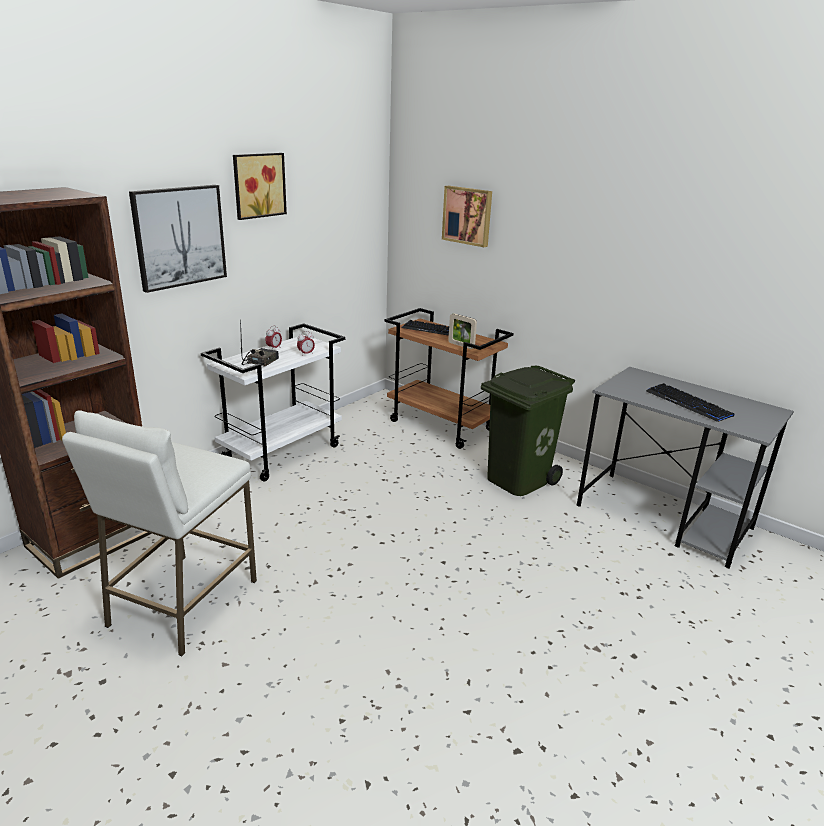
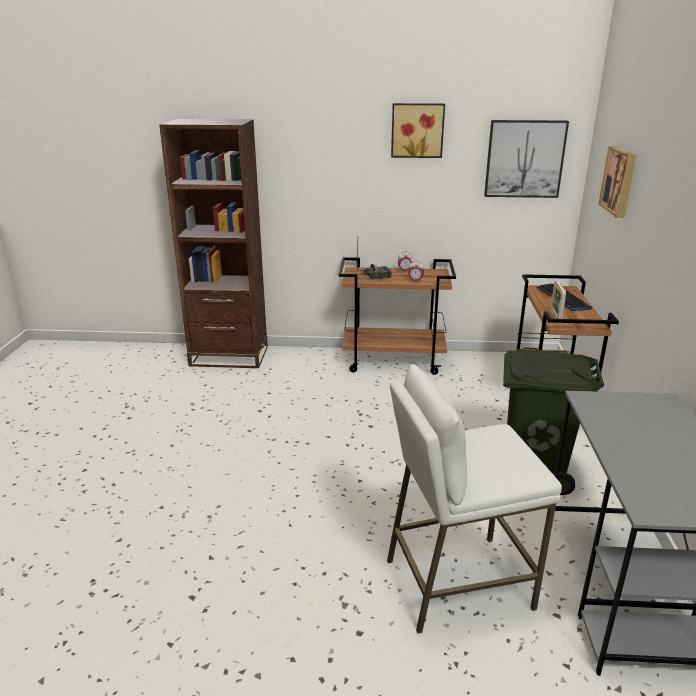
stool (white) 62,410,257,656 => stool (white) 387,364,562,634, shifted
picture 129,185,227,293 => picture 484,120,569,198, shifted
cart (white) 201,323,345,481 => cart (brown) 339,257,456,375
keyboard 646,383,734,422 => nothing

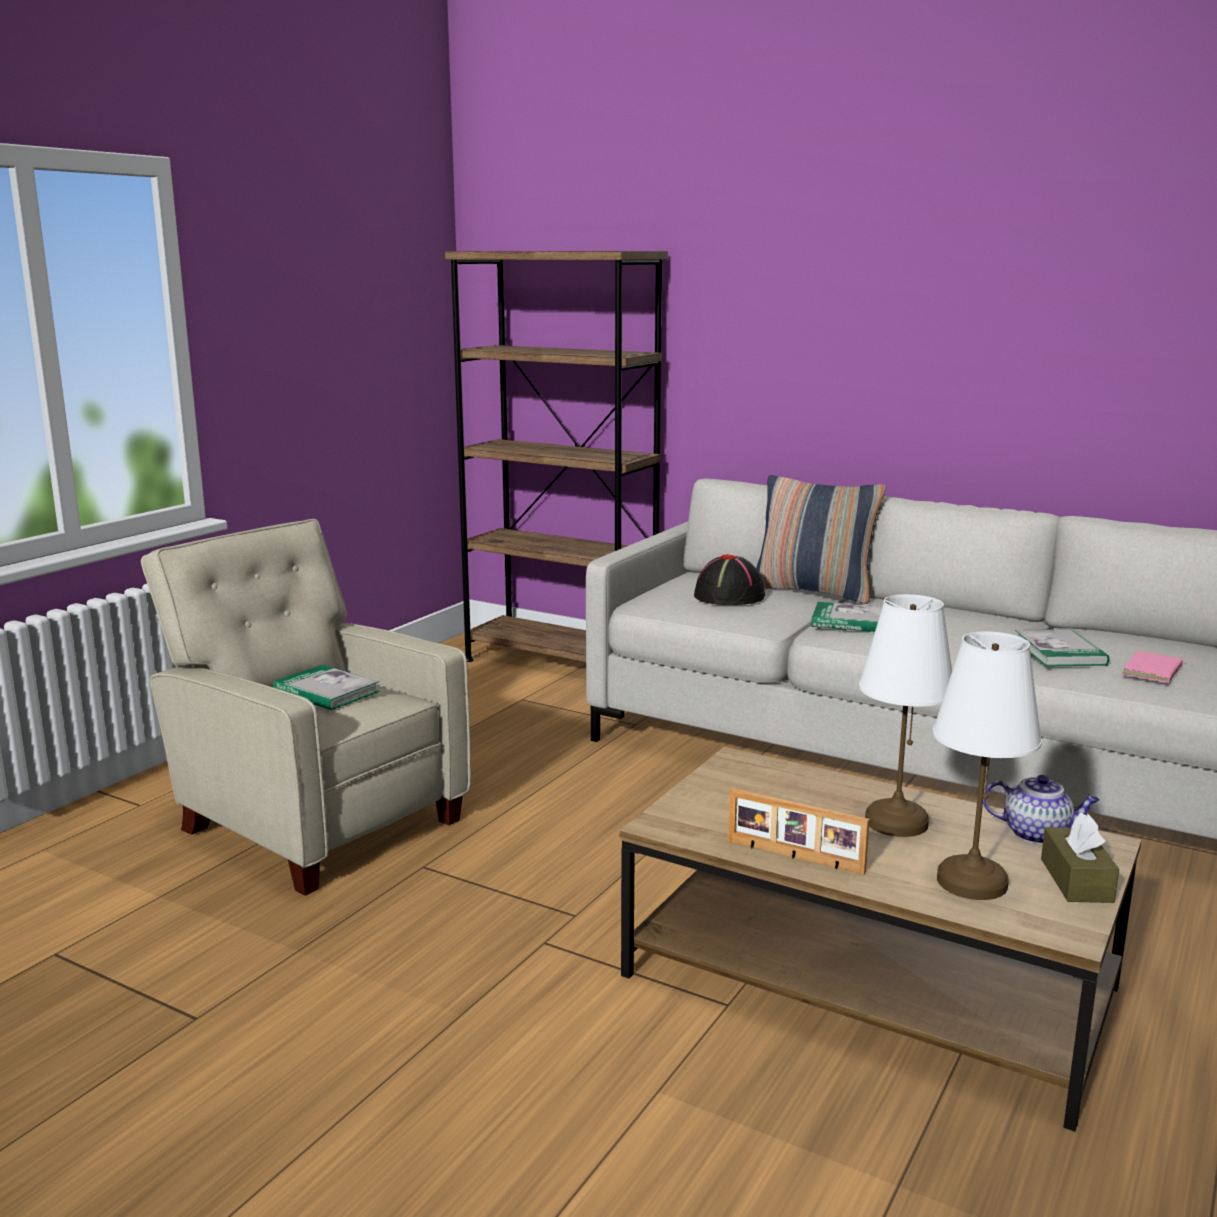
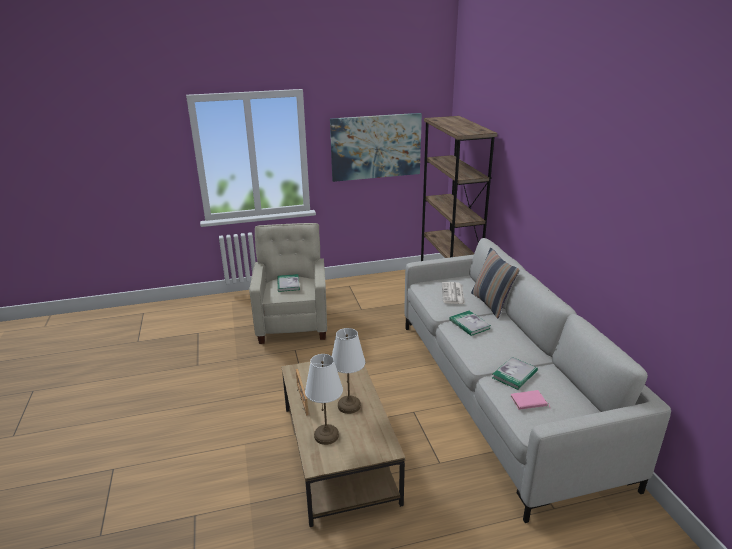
hat (black) 694,554,765,605 => newspaper 442,282,465,304
teapot 983,775,1100,844 => nothing
tissue box (brown) 1041,813,1119,903 => nothing
nothing => picture 330,113,422,182

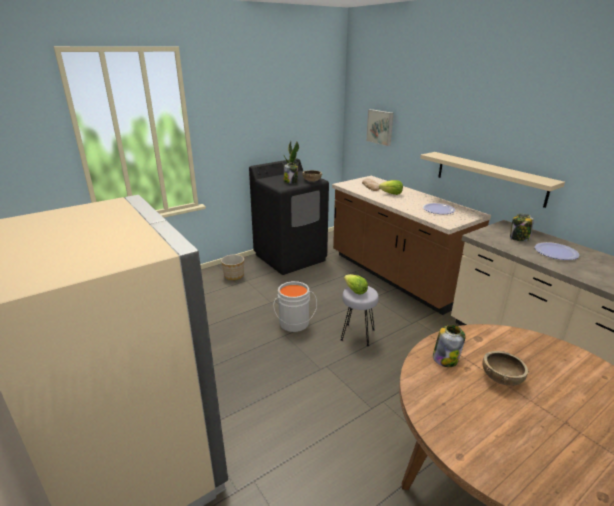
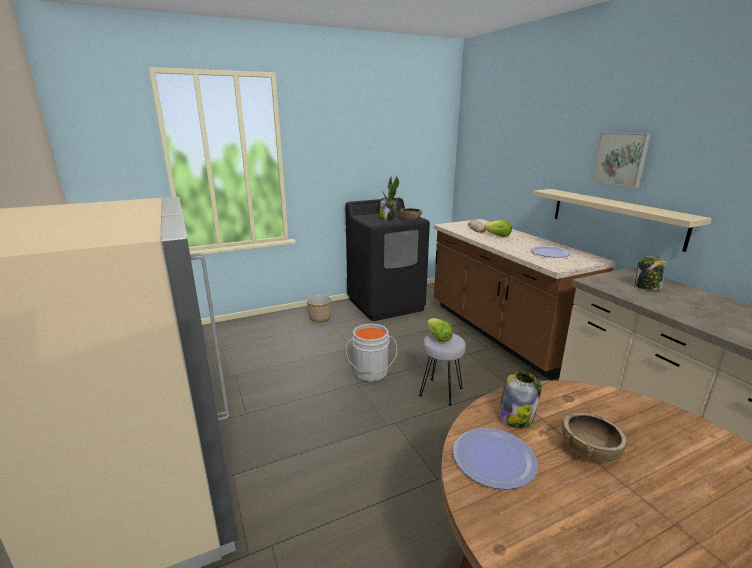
picture 366,109,394,146 => picture 592,132,651,187, shifted
plate 535,242,580,260 => plate 453,428,537,490, shifted

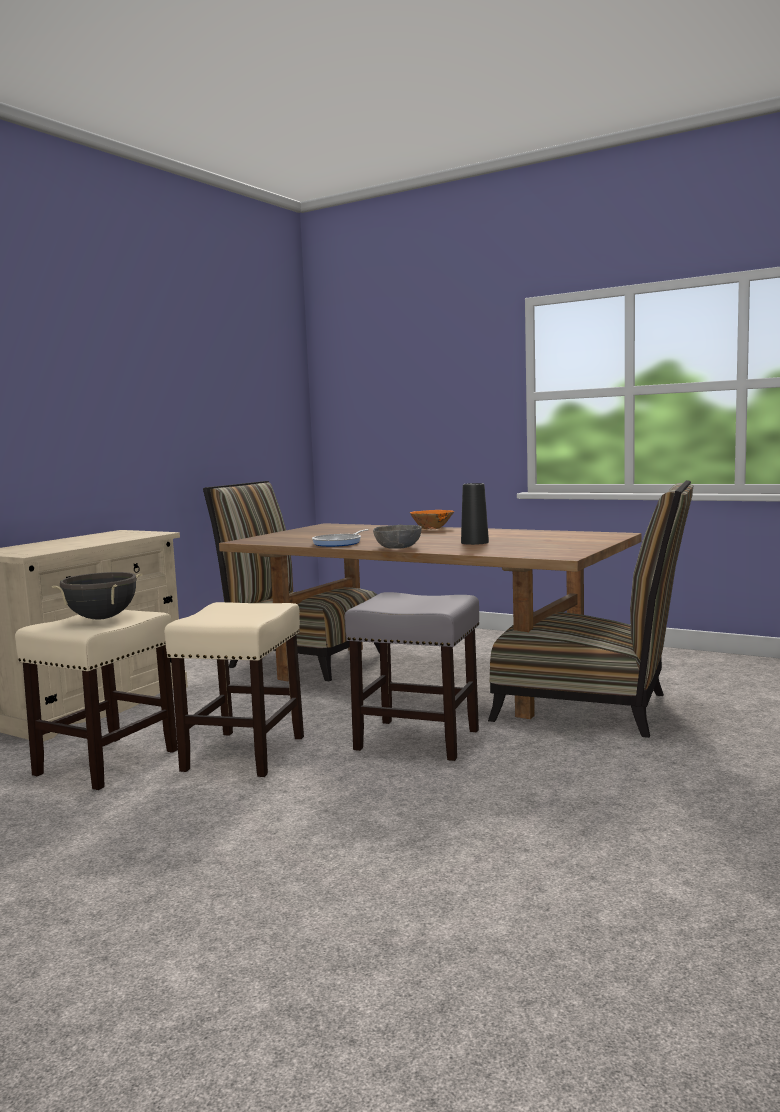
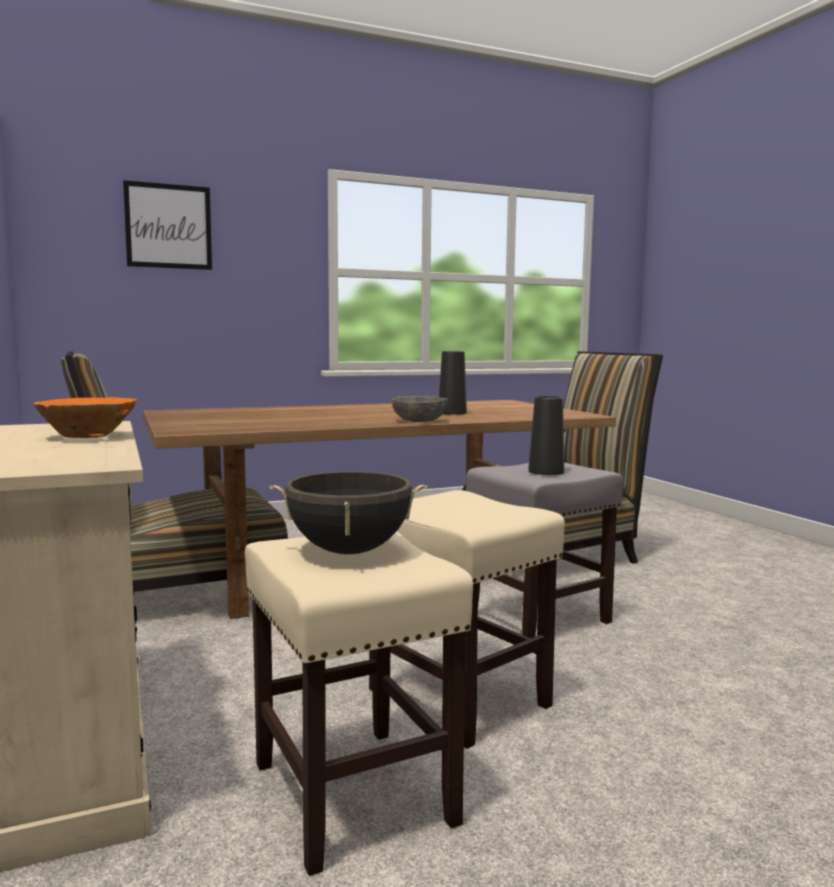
frying pan 312,529,369,547 => nothing
bowl (orange) 410,510,454,529 => bowl (orange) 33,397,137,438, shifted
nothing => picture 123,180,212,270
nothing => vase (black) 528,396,564,475

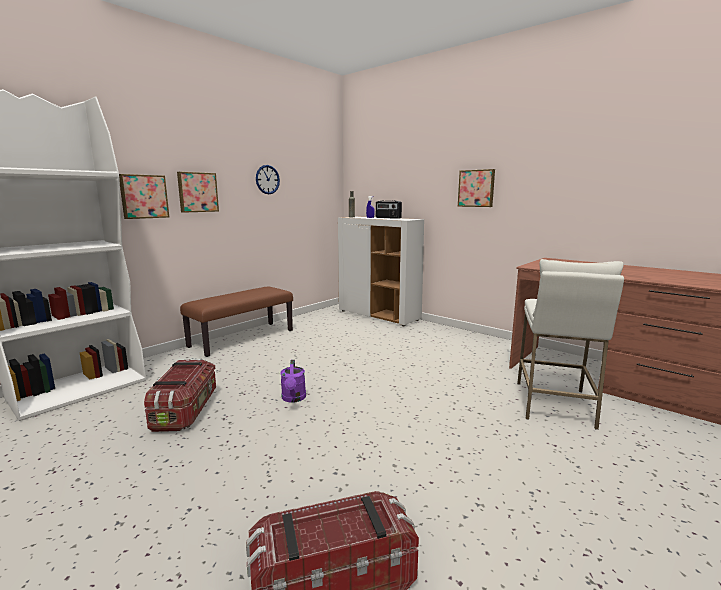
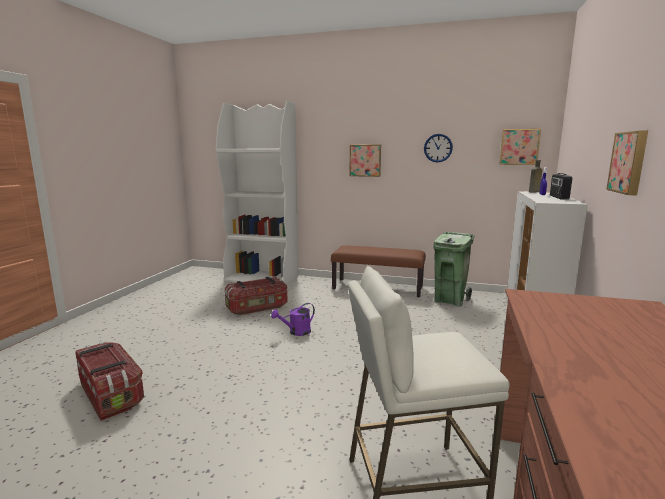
picture 119,174,169,219 => picture 500,129,541,165, shifted
nothing => trash can (green) 433,232,474,307

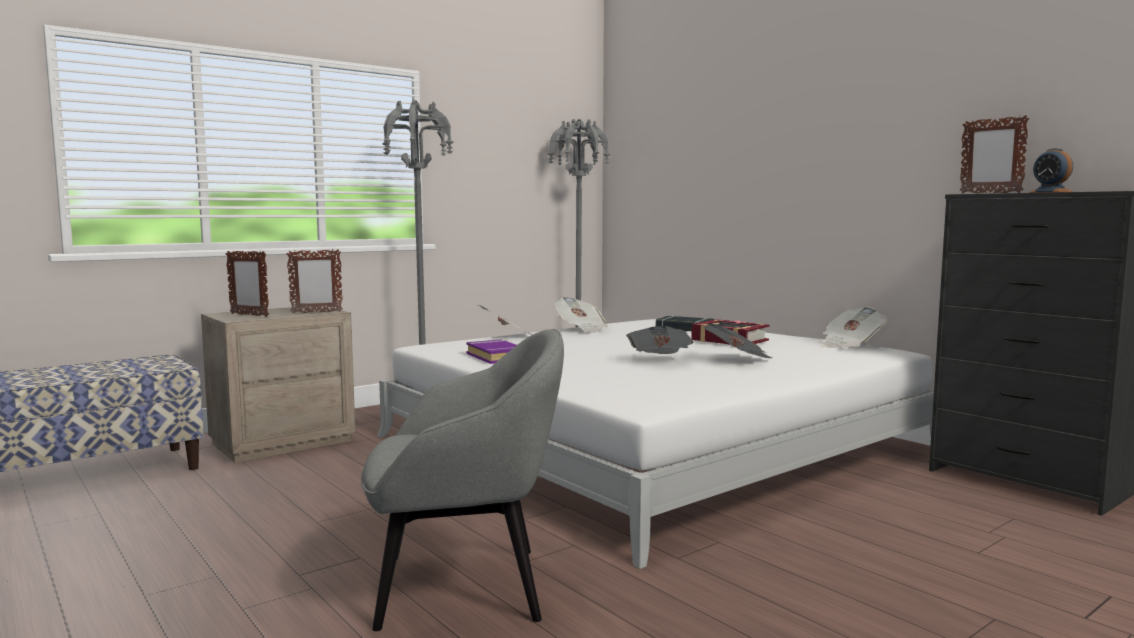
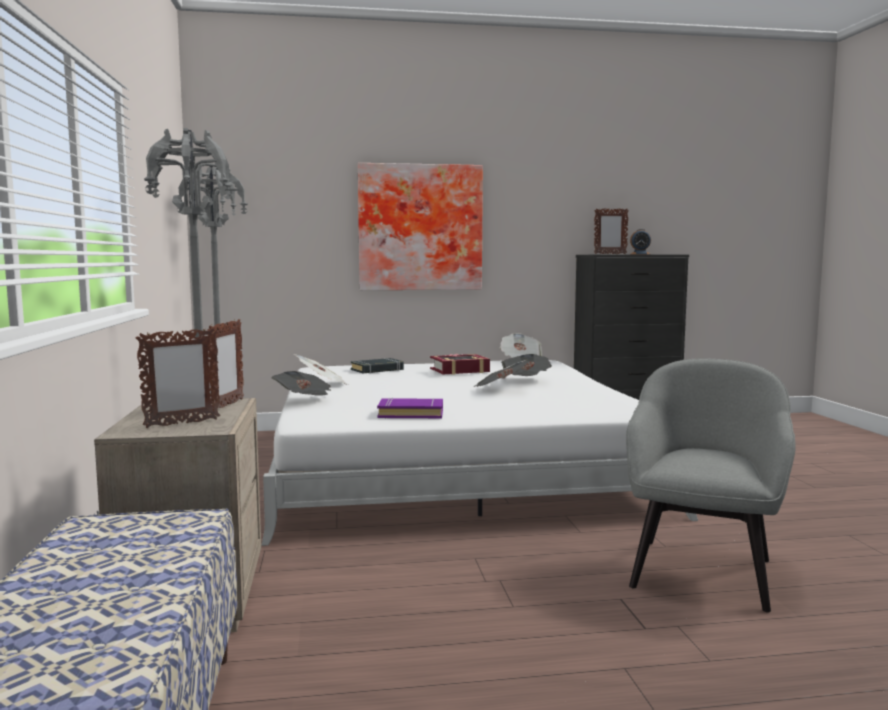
nothing => picture 358,163,483,290

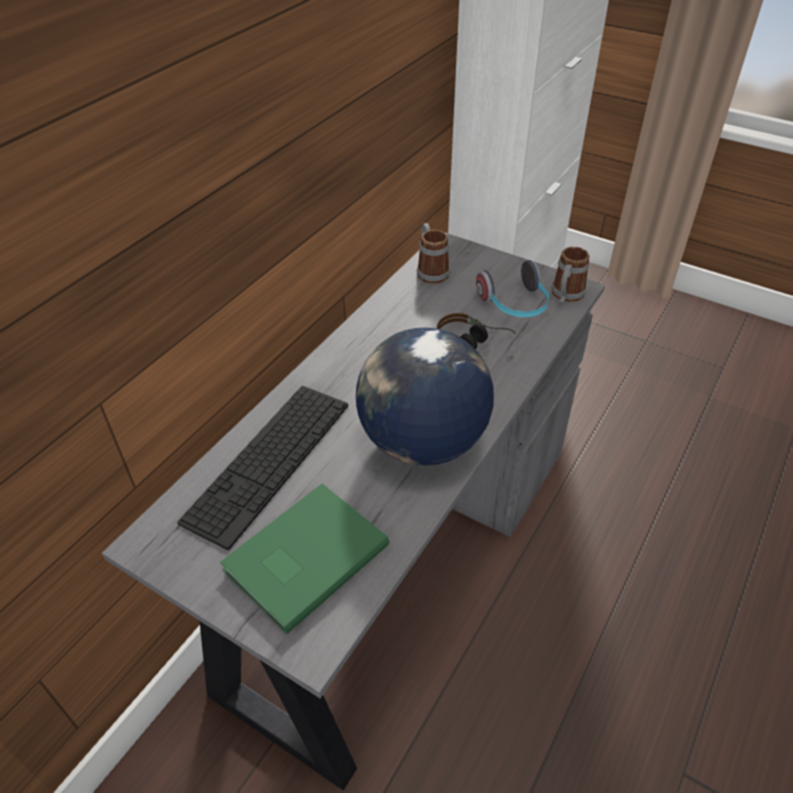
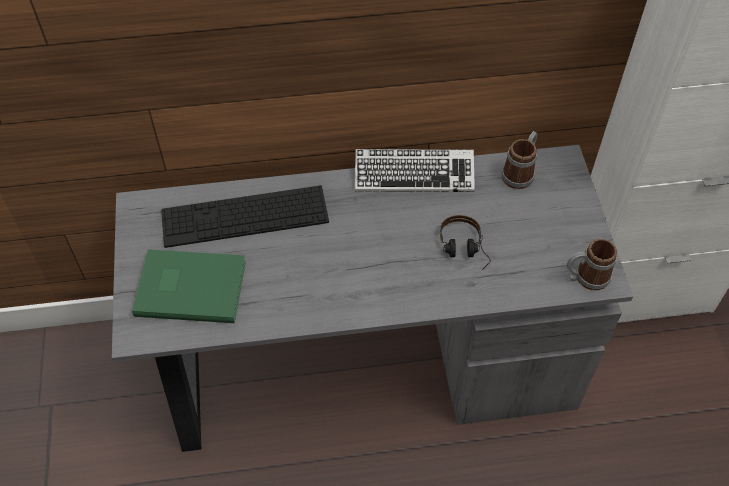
globe 356,328,494,466 => nothing
headphones 476,260,549,317 => nothing
nothing => keyboard 355,149,475,192

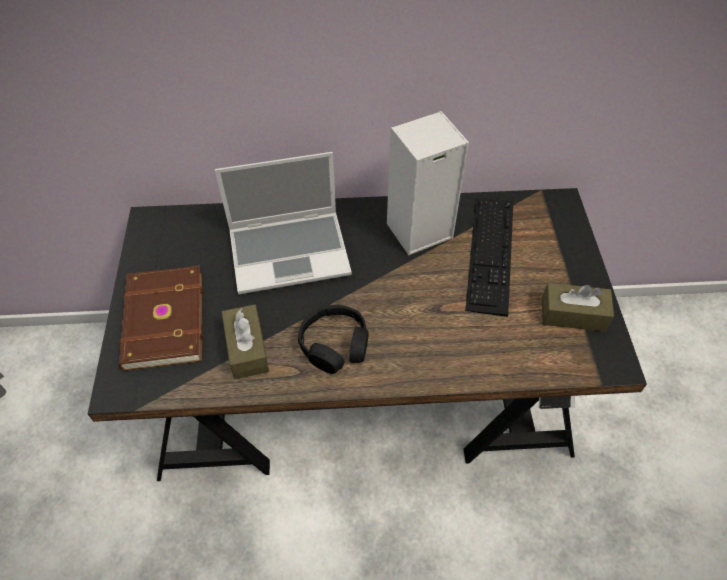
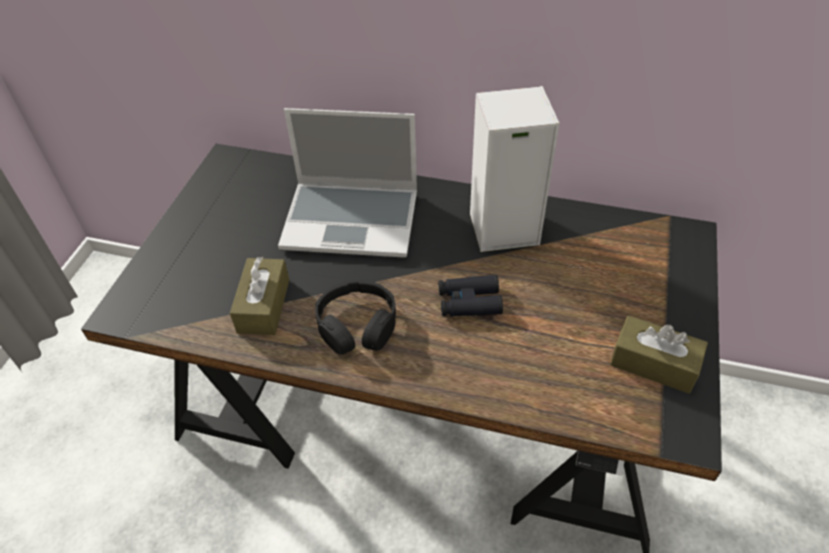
book (brown) 119,266,203,371 => nothing
keyboard 465,198,513,317 => nothing
nothing => binoculars (black) 438,275,503,316

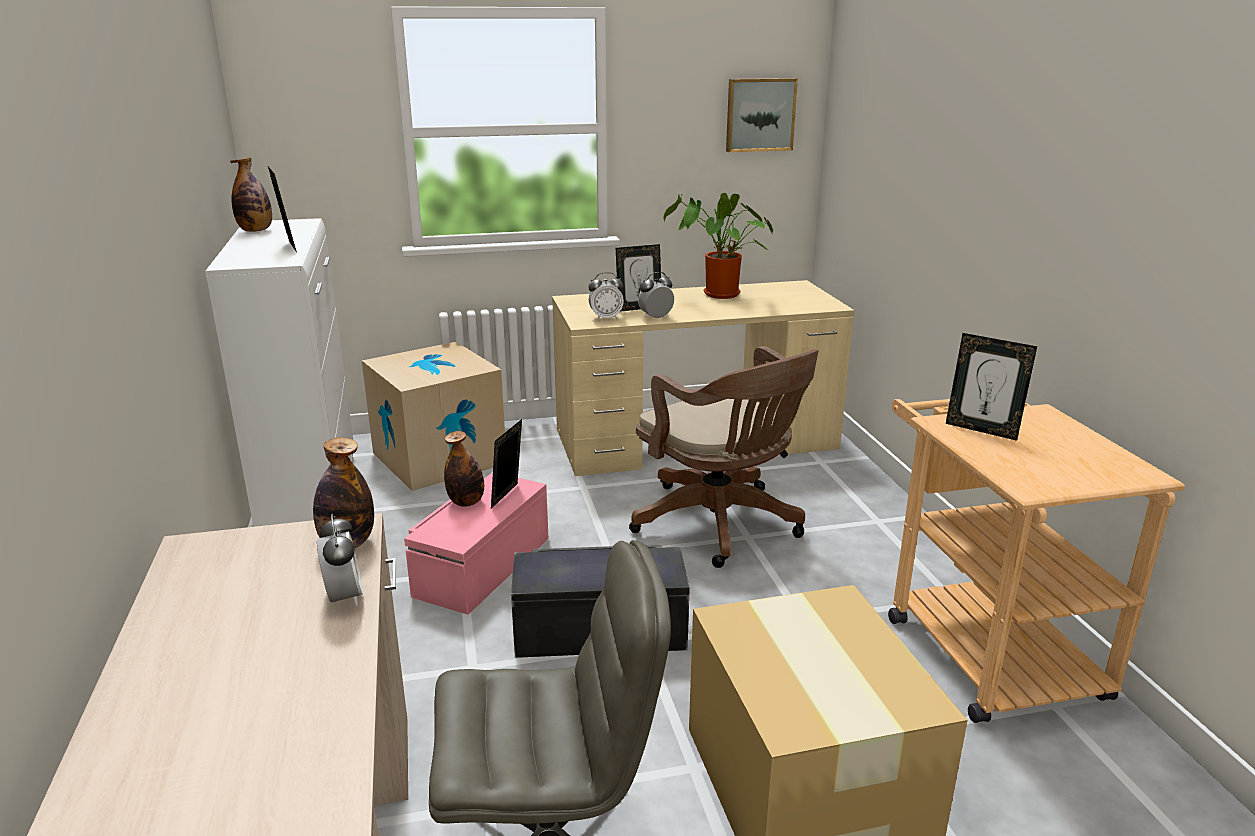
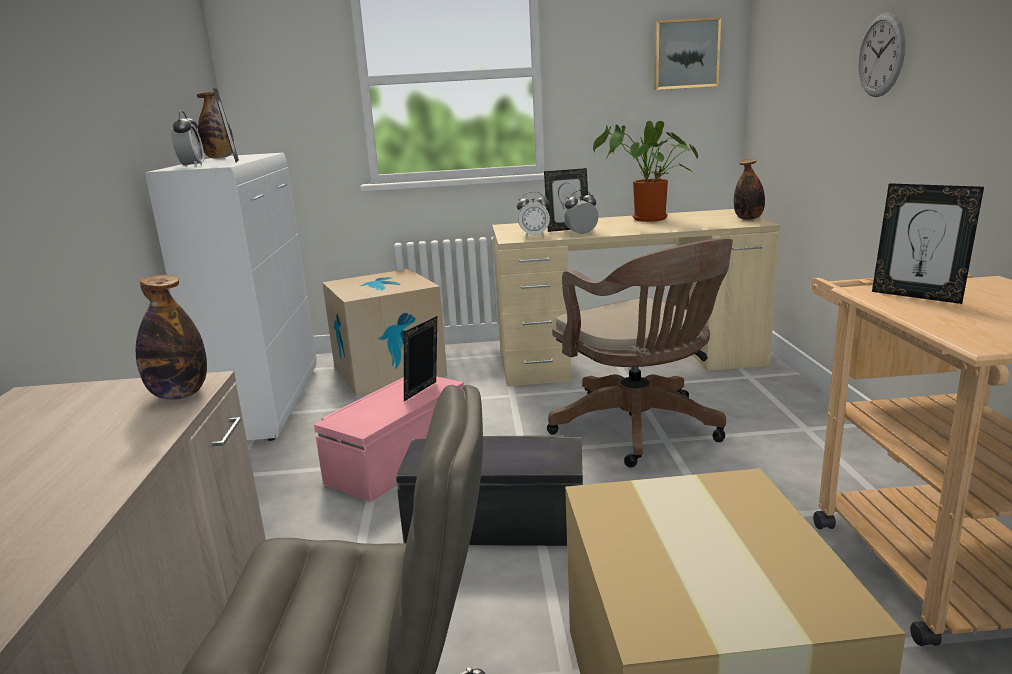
alarm clock 317,513,363,606 => alarm clock 171,110,204,167, shifted
bottle 444,431,484,507 => bottle 734,159,765,220, shifted
nothing => wall clock 858,13,906,97

